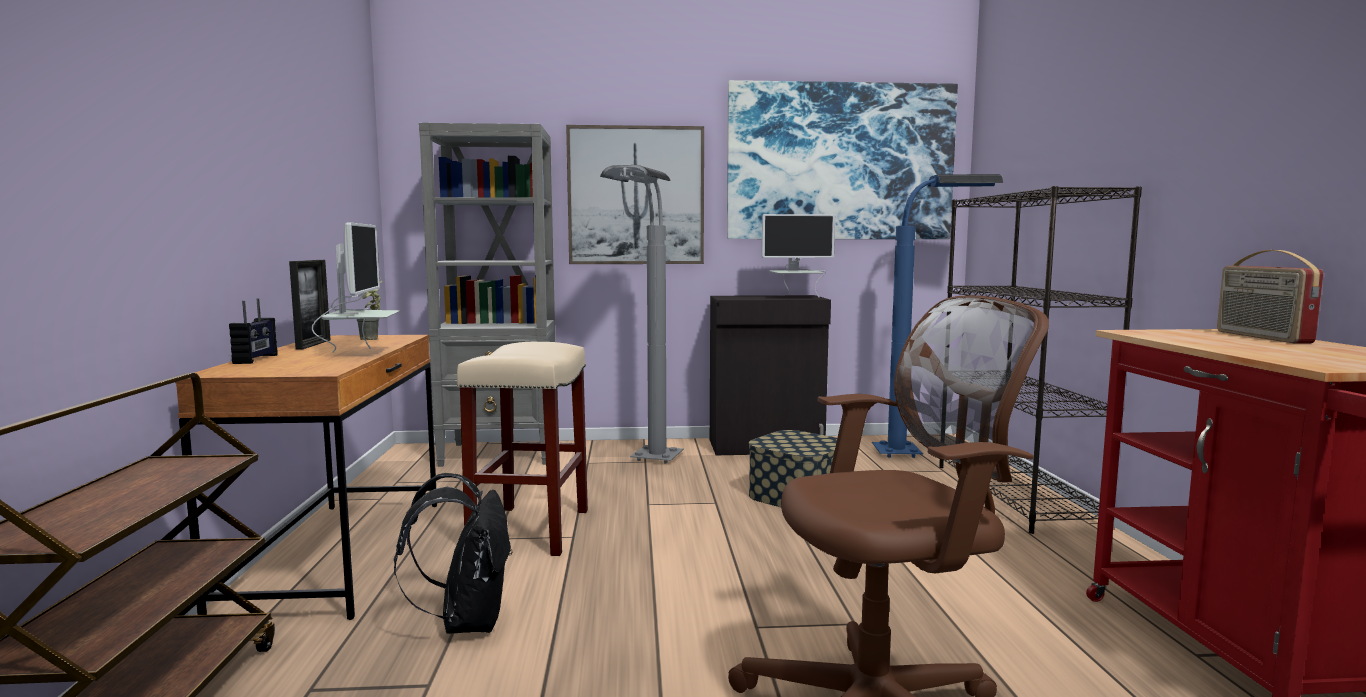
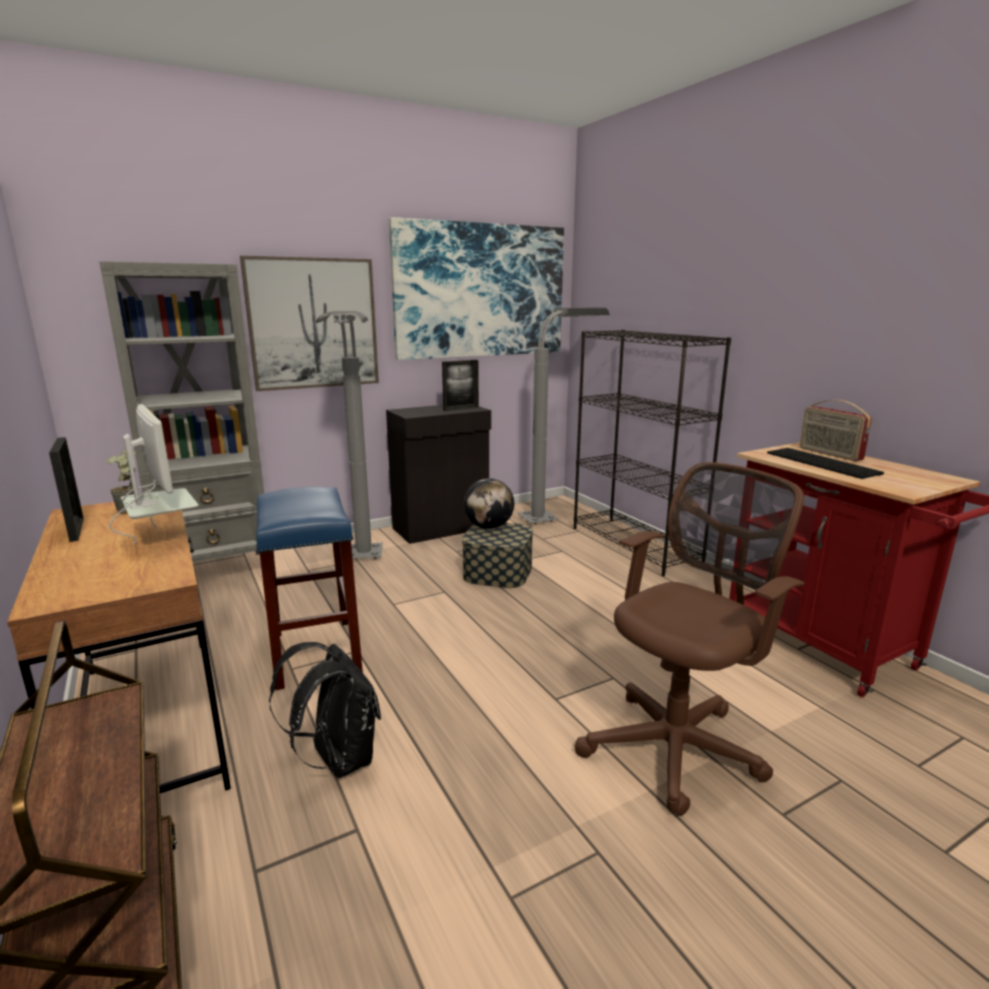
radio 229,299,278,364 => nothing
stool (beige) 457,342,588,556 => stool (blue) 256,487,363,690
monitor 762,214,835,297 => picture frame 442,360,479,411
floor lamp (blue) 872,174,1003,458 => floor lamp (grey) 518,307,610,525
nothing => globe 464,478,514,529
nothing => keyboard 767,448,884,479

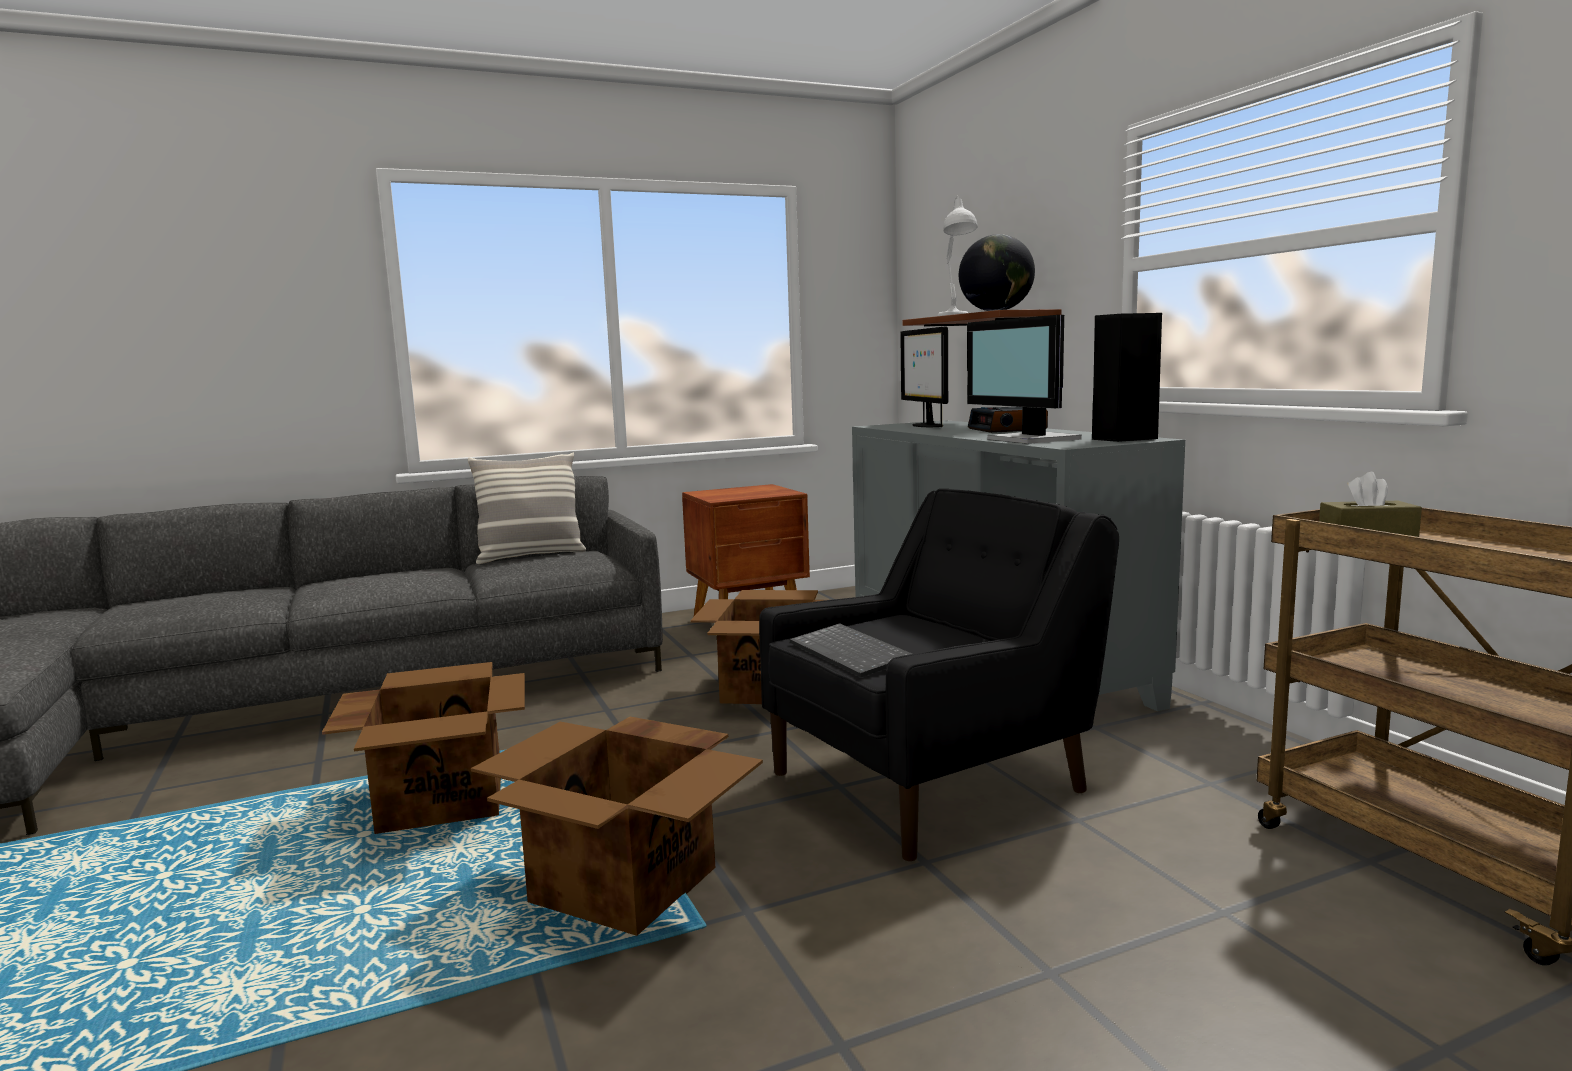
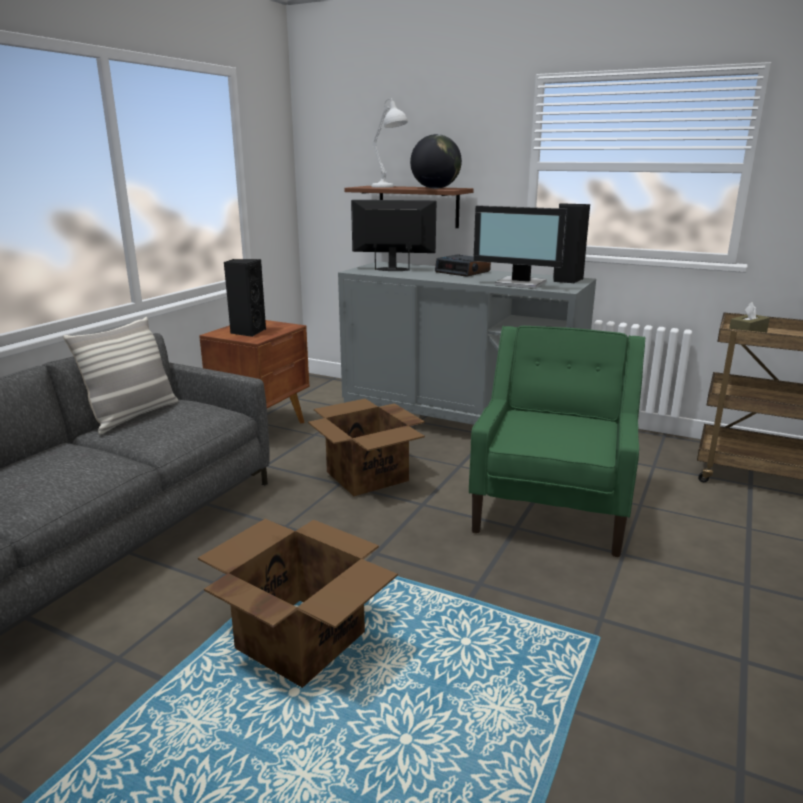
cardboard box 471,717,763,936 => nothing
armchair (black) 759,489,1119,861 => armchair (green) 469,326,645,557
keyboard 790,623,912,677 => nothing
monitor 900,326,948,427 => monitor 351,200,436,271, 150 degrees clockwise
nothing => speaker (black) 224,259,266,337

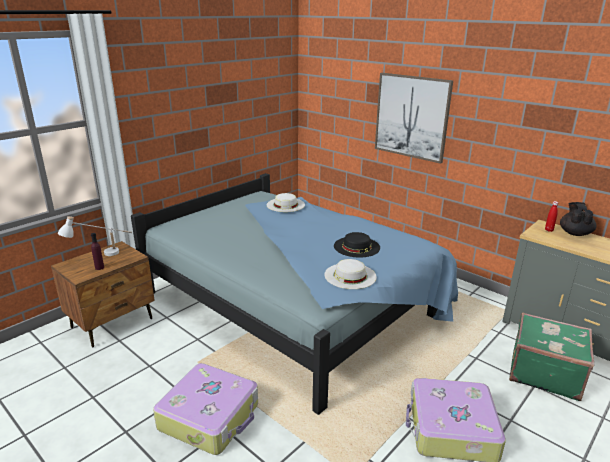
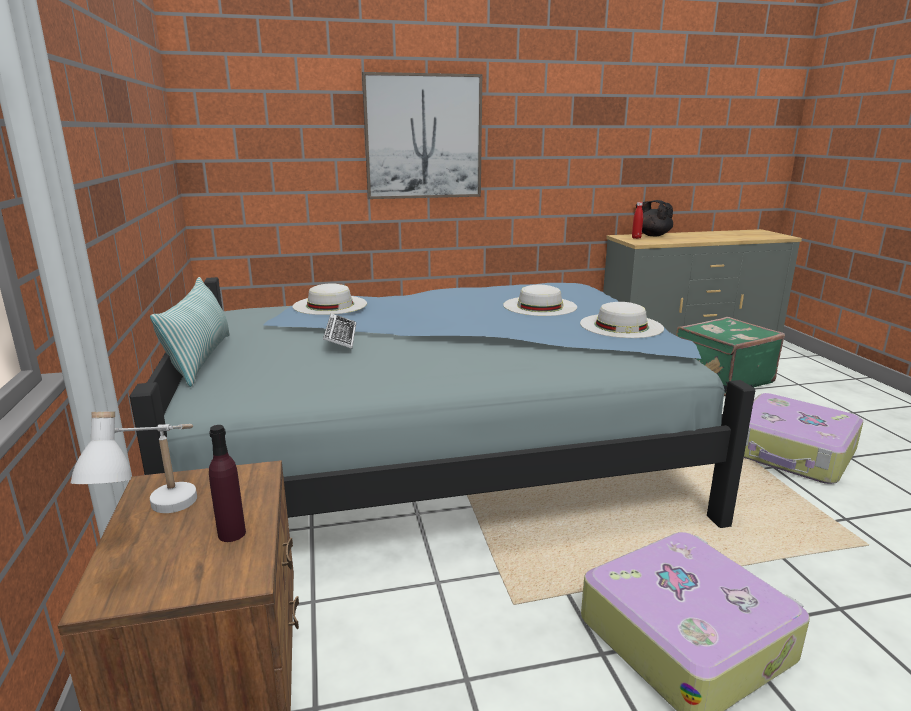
hat (black) 334,232,380,257 => hat (white) 503,285,577,316
nothing => pillow 150,277,230,387
nothing => keyboard 323,314,356,349

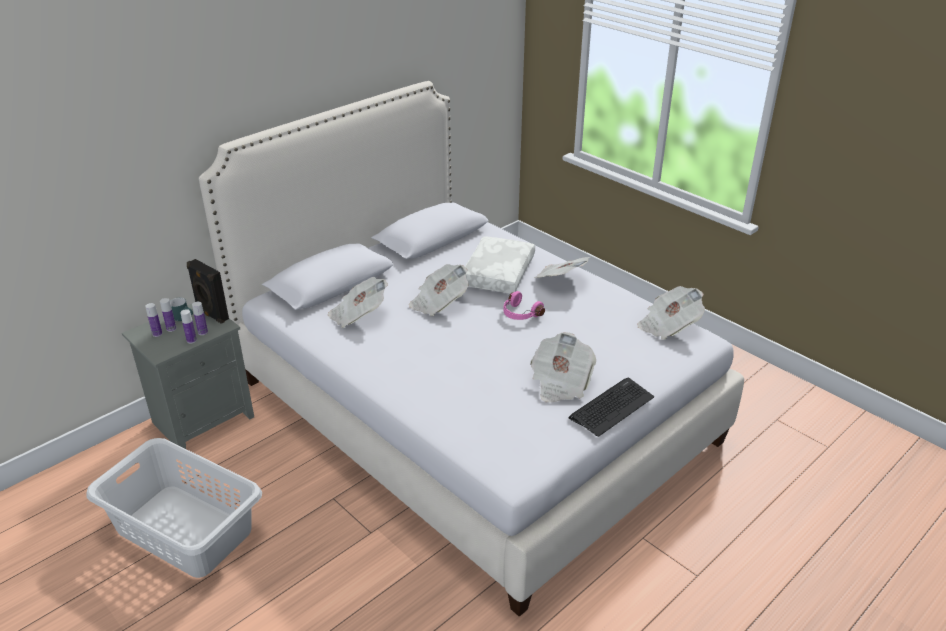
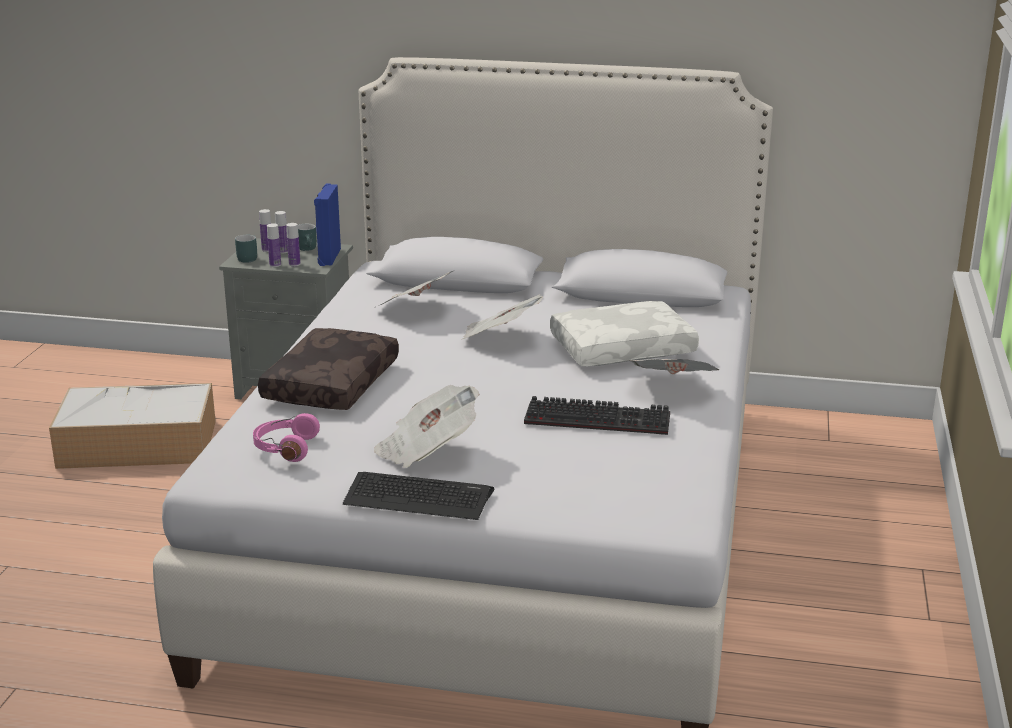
laundry basket (grey) 86,438,262,578 => storage box 49,383,216,469
speaker (black) 187,259,229,324 => speaker (blue) 314,184,341,266
headphones (pink) 504,291,545,320 => headphones (pink) 253,413,320,462, shifted
newspaper 637,286,705,340 => nothing
nothing => mug (turquoise) 235,235,257,263
nothing => pillow (brown) 258,328,399,410
nothing => keyboard 524,396,670,435

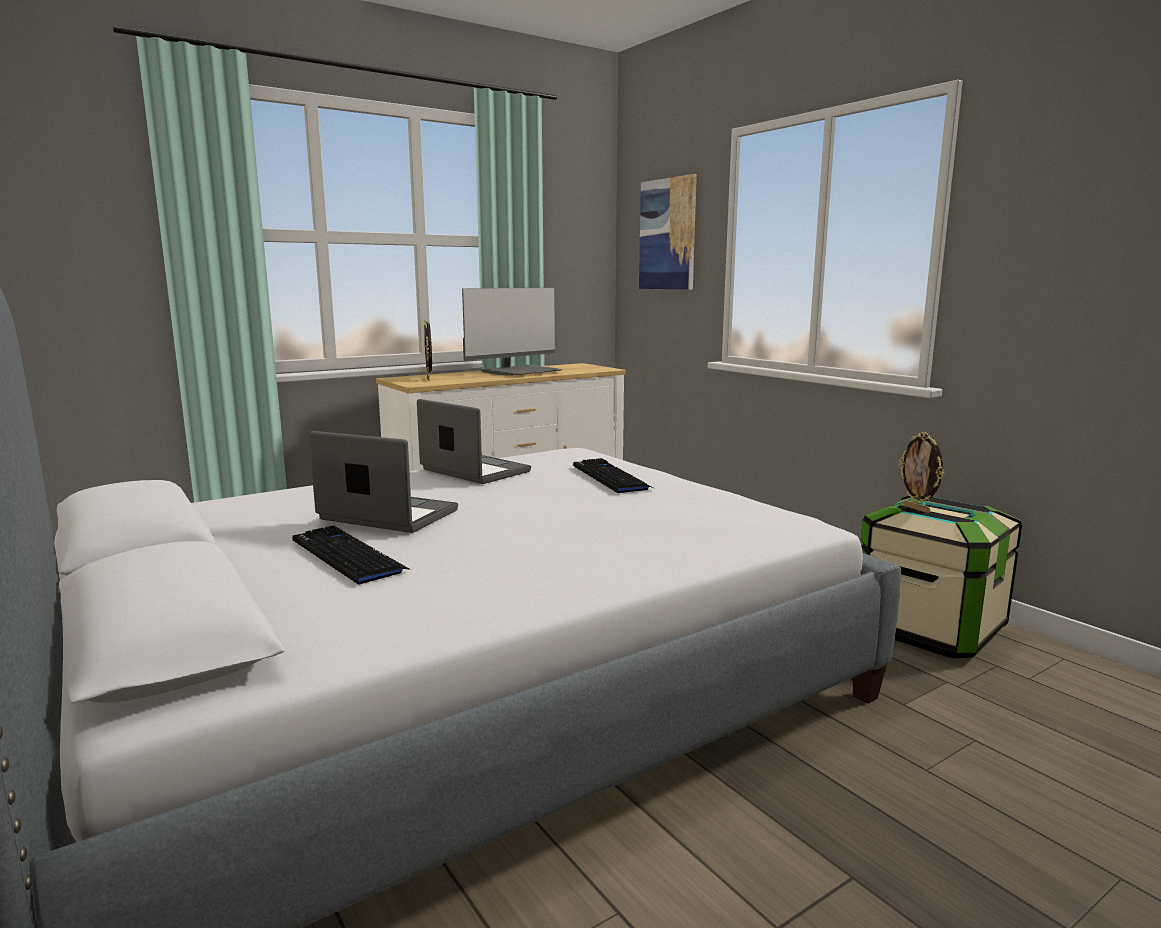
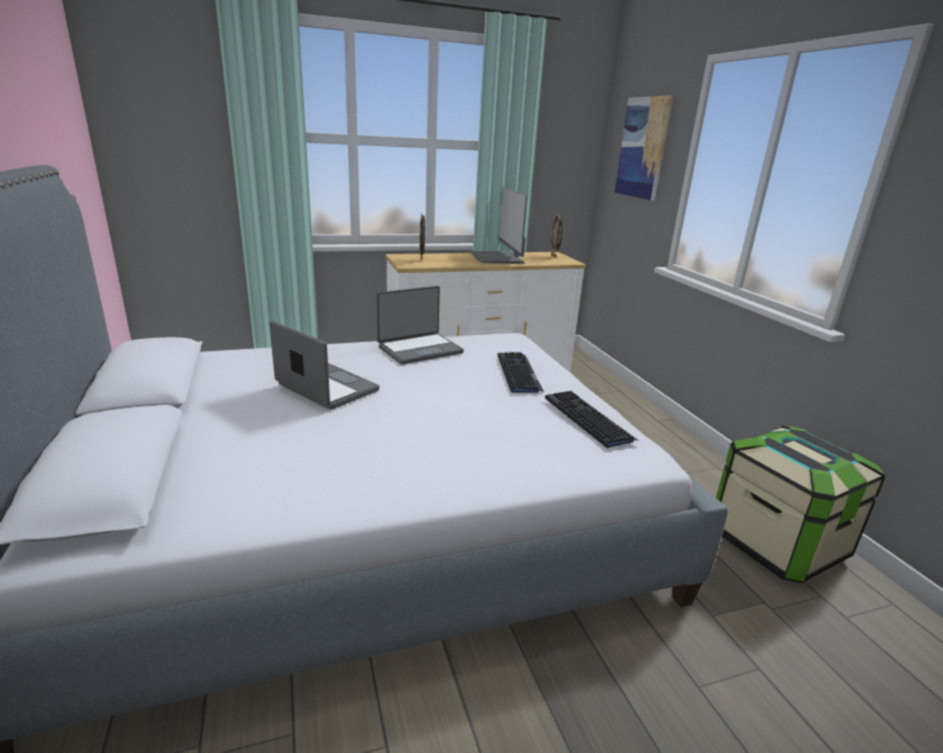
keyboard 293,525,411,586 => keyboard 545,391,639,449, shifted
laptop 417,399,531,484 => laptop 376,286,464,365, 90 degrees clockwise
monitor 462,288,562,376 => monitor 469,186,527,264, 105 degrees clockwise
picture frame 899,432,944,513 => picture frame 551,213,563,258, shifted

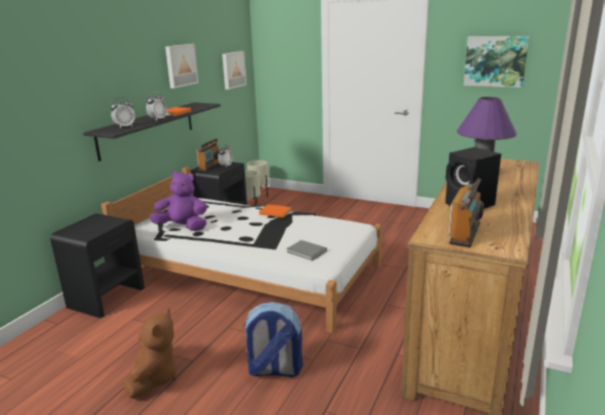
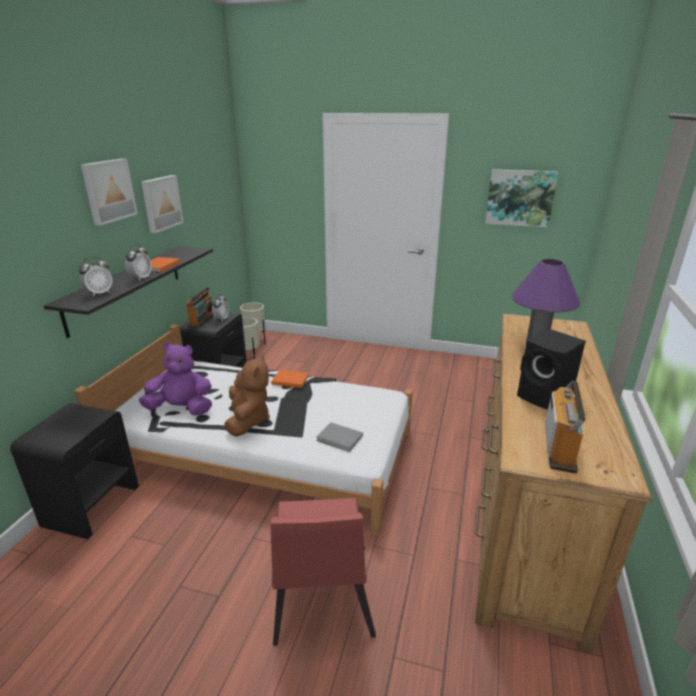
plush toy (brown) 123,309,178,398 => plush toy (brown) 224,355,270,437, shifted
picture 222,51,247,89 => picture 81,159,137,226, shifted
backpack 243,302,303,377 => chair (red) 270,498,376,646

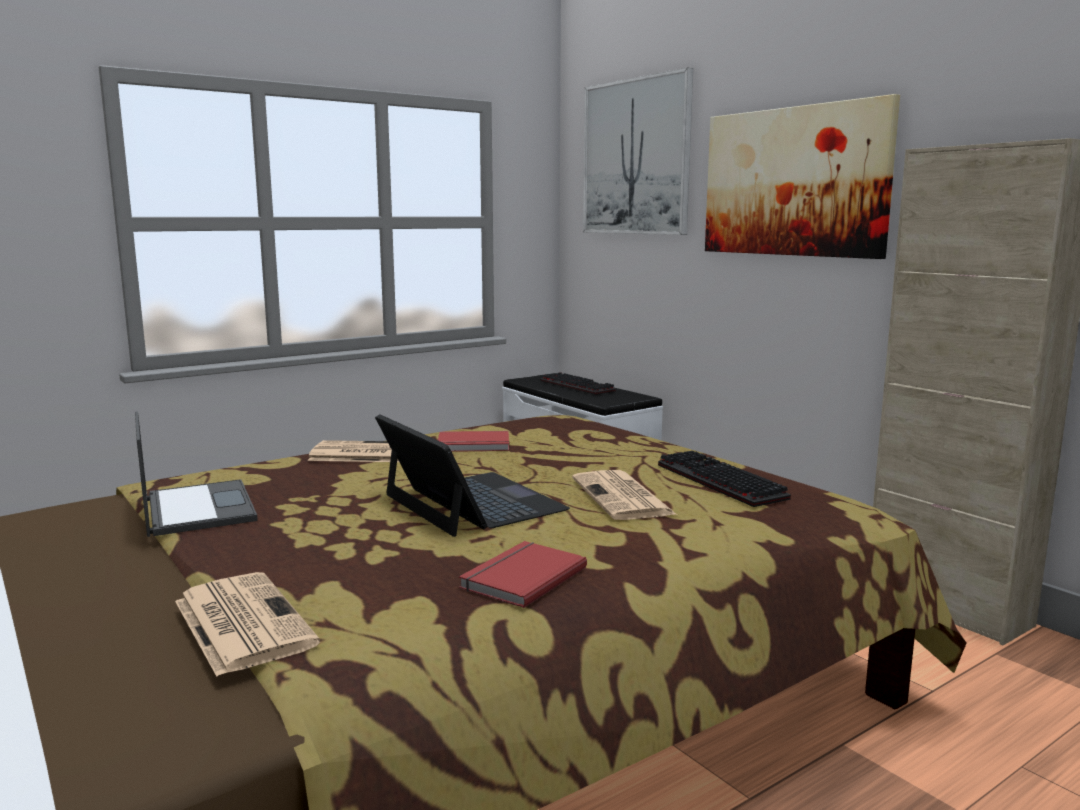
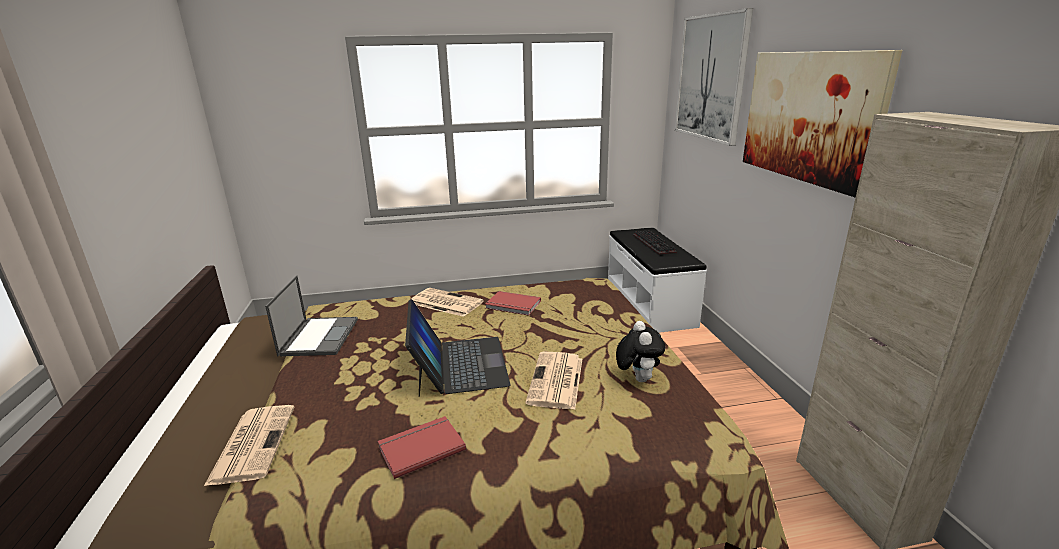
keyboard 658,451,791,507 => plush toy 616,321,665,382

